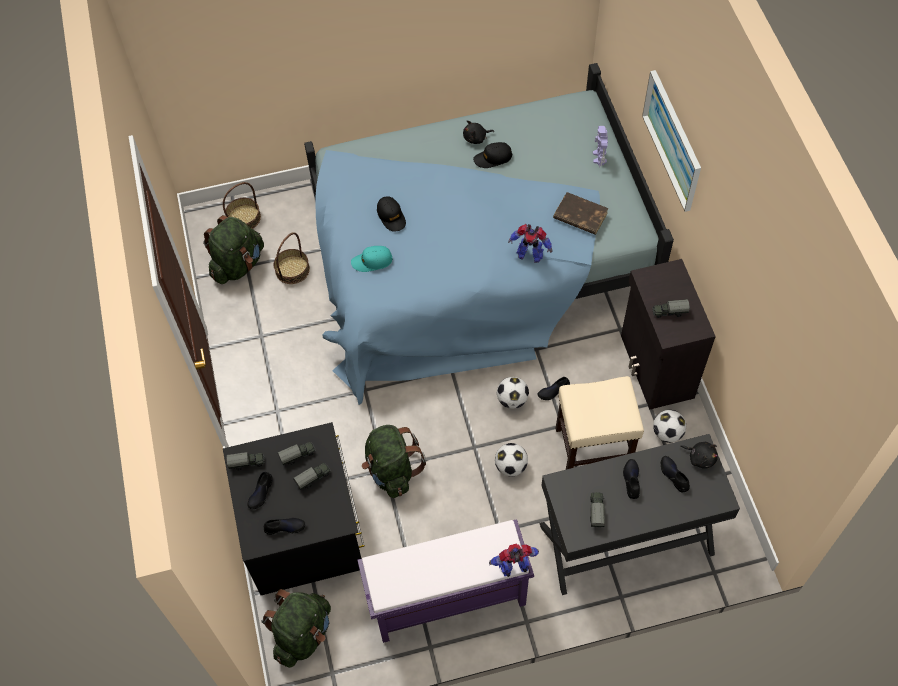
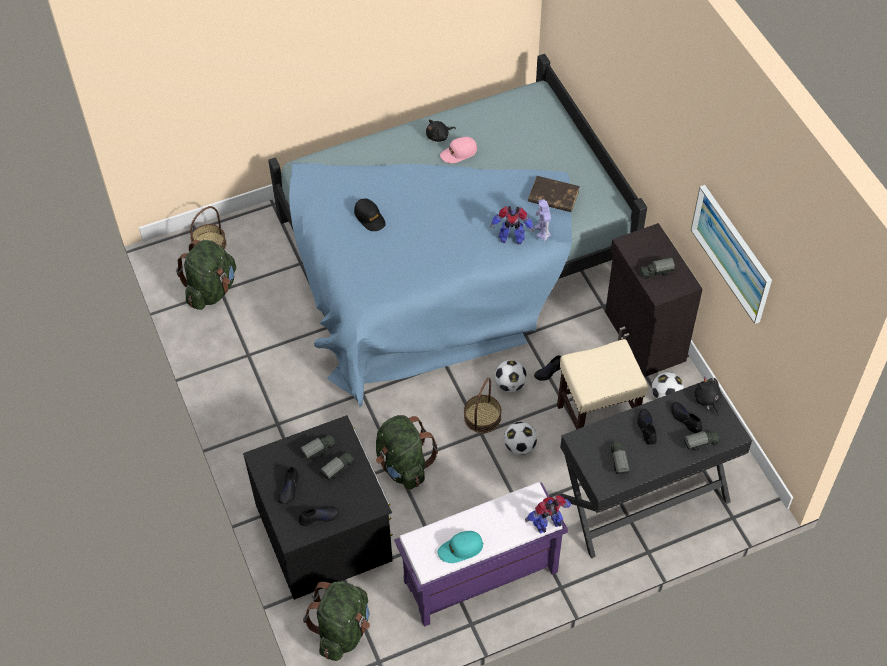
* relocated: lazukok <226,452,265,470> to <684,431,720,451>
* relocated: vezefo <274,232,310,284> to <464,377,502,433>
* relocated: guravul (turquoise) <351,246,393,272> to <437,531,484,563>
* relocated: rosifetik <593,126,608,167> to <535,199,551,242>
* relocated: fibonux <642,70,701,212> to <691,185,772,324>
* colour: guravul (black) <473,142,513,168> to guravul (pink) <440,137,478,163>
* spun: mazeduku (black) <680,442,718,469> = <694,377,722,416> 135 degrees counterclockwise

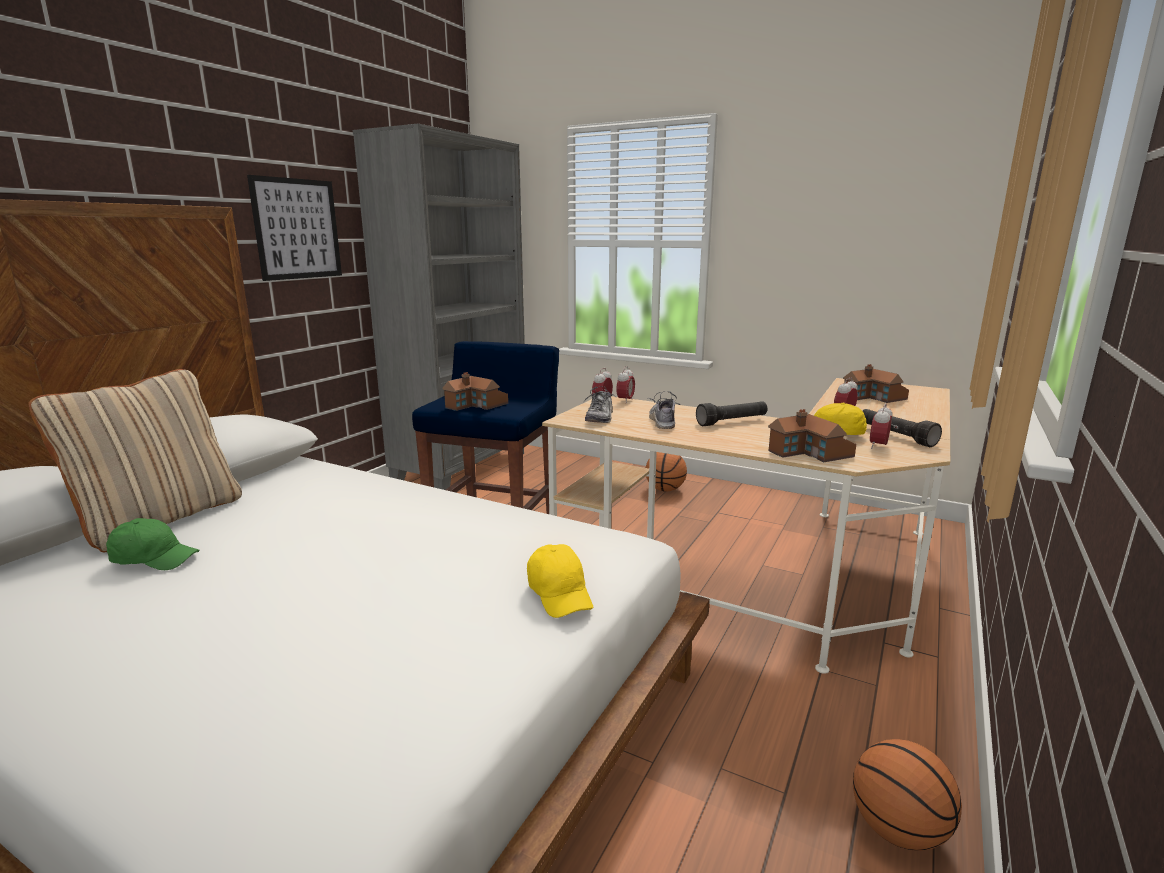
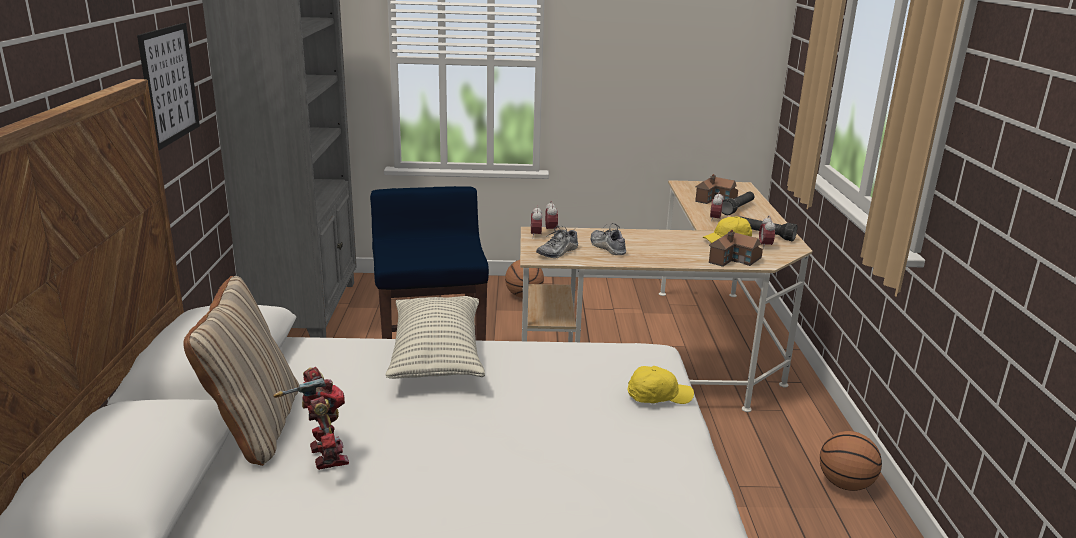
* missing: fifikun <442,372,508,411>
* appeared: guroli <385,296,485,379>
* relocated: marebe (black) <696,401,767,426> to <722,192,754,215>
* exchanged: guravul (green) <106,518,200,570> to rosifetik <273,367,349,470>
* spun: guravul (yellow) <527,544,593,618> = <627,366,694,404> 45 degrees counterclockwise
* spun: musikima <583,386,616,423> = <536,226,578,258> 60 degrees clockwise

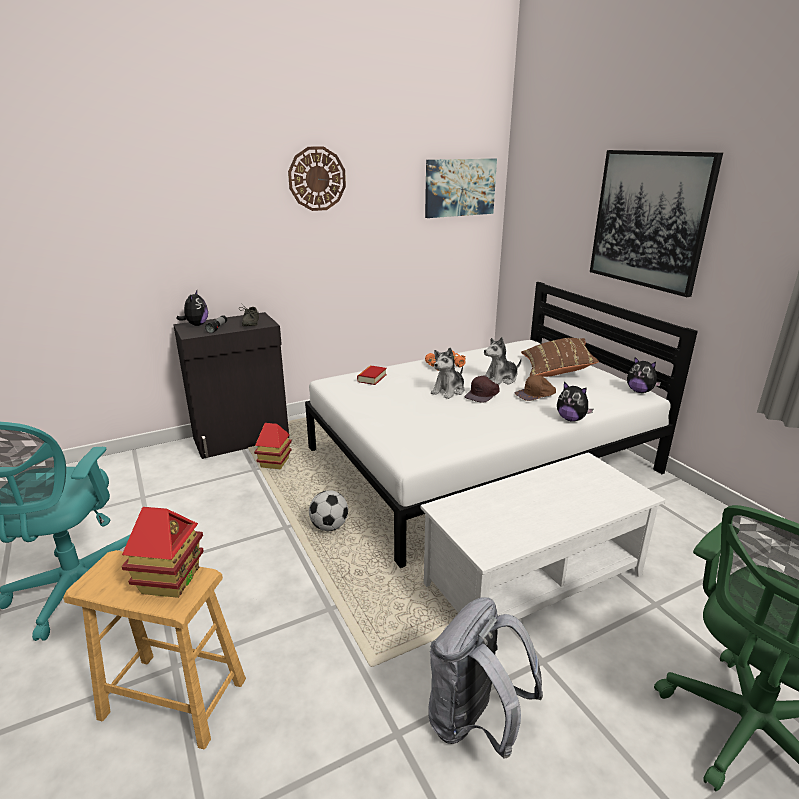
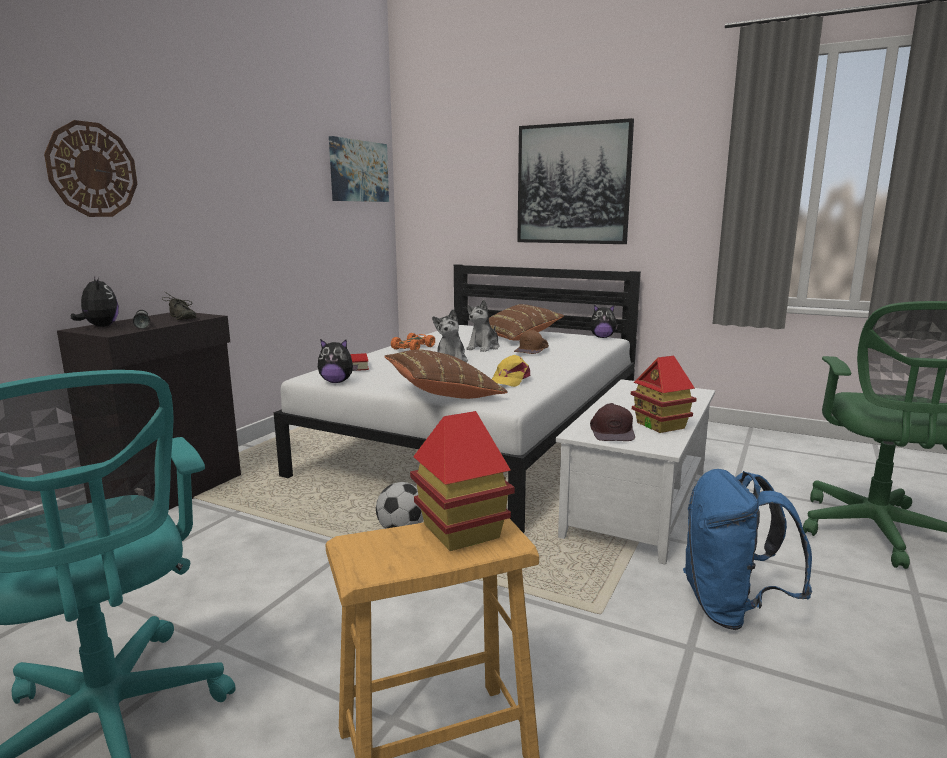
* appeared: guroli (brown) <384,350,508,399>
* appeared: guravul (yellow) <492,355,530,387>
* relocated: fifikun <254,423,292,469> to <631,356,697,433>
* relocated: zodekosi <288,147,346,211> to <44,120,137,217>
* relocated: guravul (brown) <465,375,500,403> to <590,403,635,441>
* relocated: mazeduku <557,382,593,422> to <318,339,358,383>
* colour: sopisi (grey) <428,597,543,758> to sopisi (blue) <683,469,812,630>

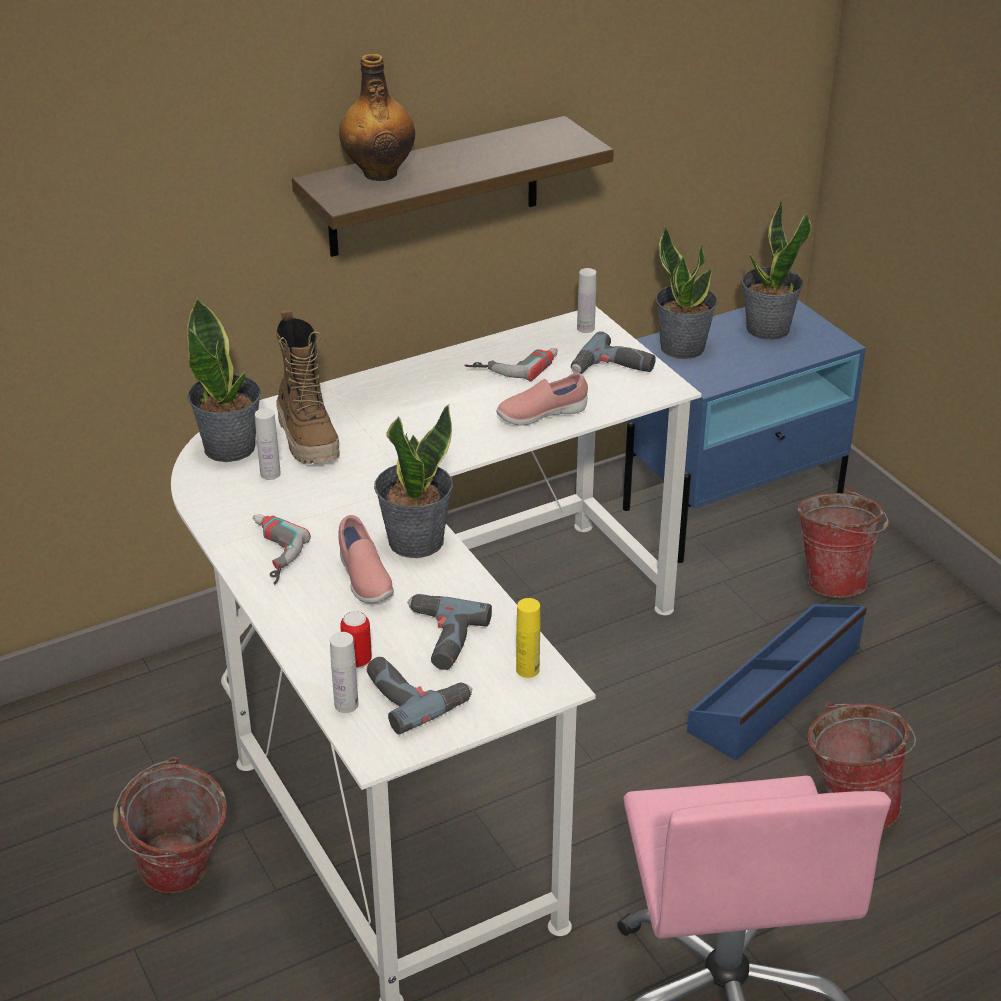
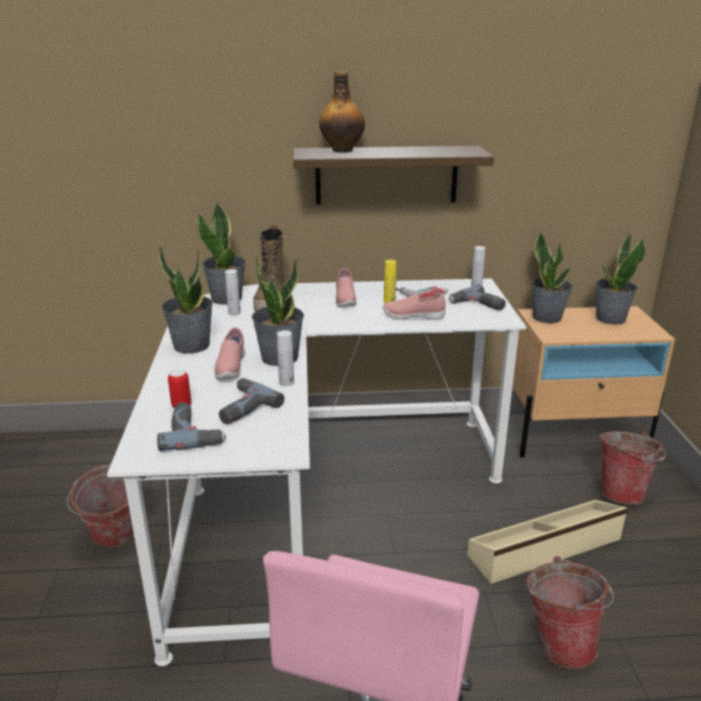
* appeared: musikima (pink) <336,268,356,307>
* relocated: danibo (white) <330,632,358,713> to <277,330,294,386>
* relocated: danibo (yellow) <516,598,540,678> to <384,260,396,303>
* exchanged: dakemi <253,514,311,585> to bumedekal <159,245,213,354>
* colour: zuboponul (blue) <623,300,866,563> to zuboponul (beige) <513,306,675,457>
* colour: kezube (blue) <687,604,867,761> to kezube (beige) <467,500,628,584>

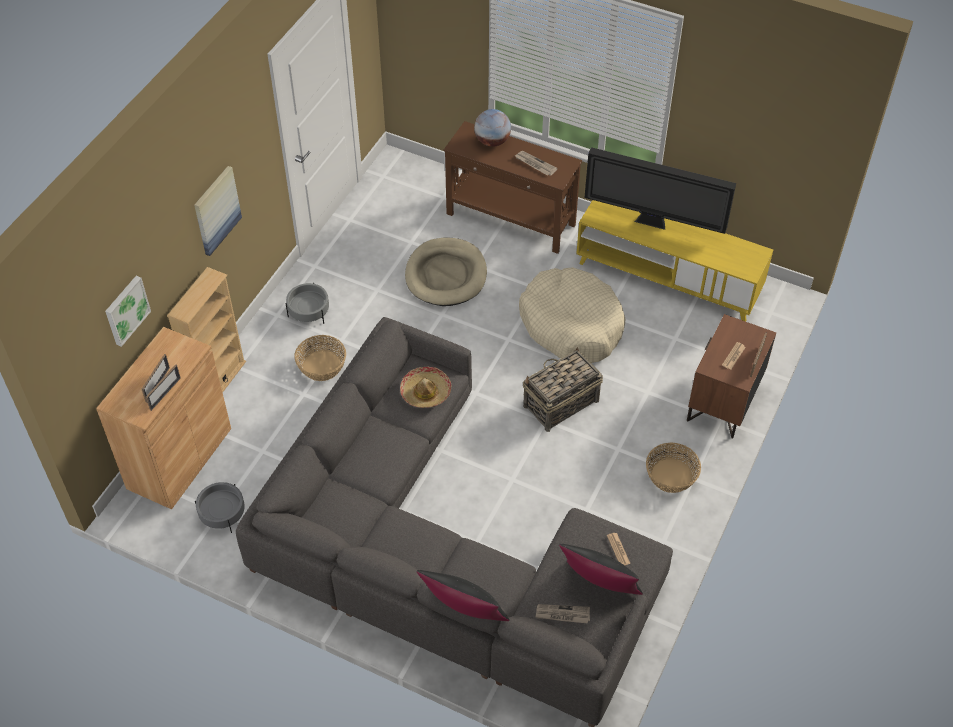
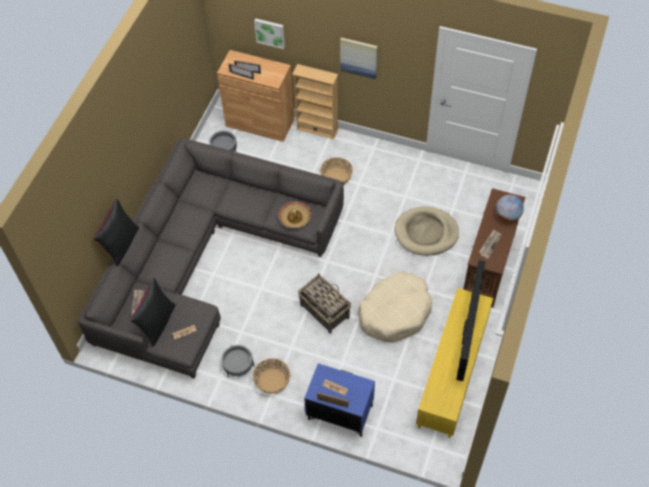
* relocated: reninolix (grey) <286,283,329,324> to <221,345,254,377>
* colour: zuboponul (brown) <687,314,776,438> to zuboponul (blue) <304,363,375,437>

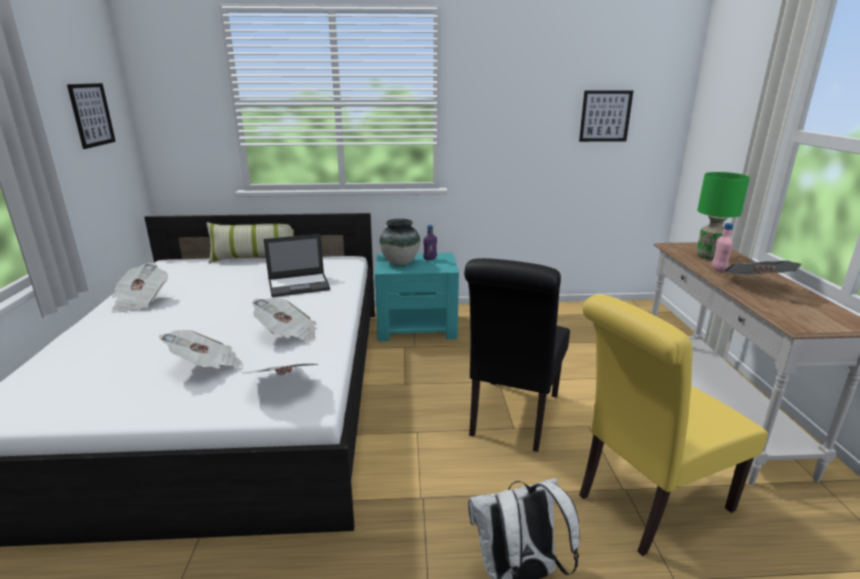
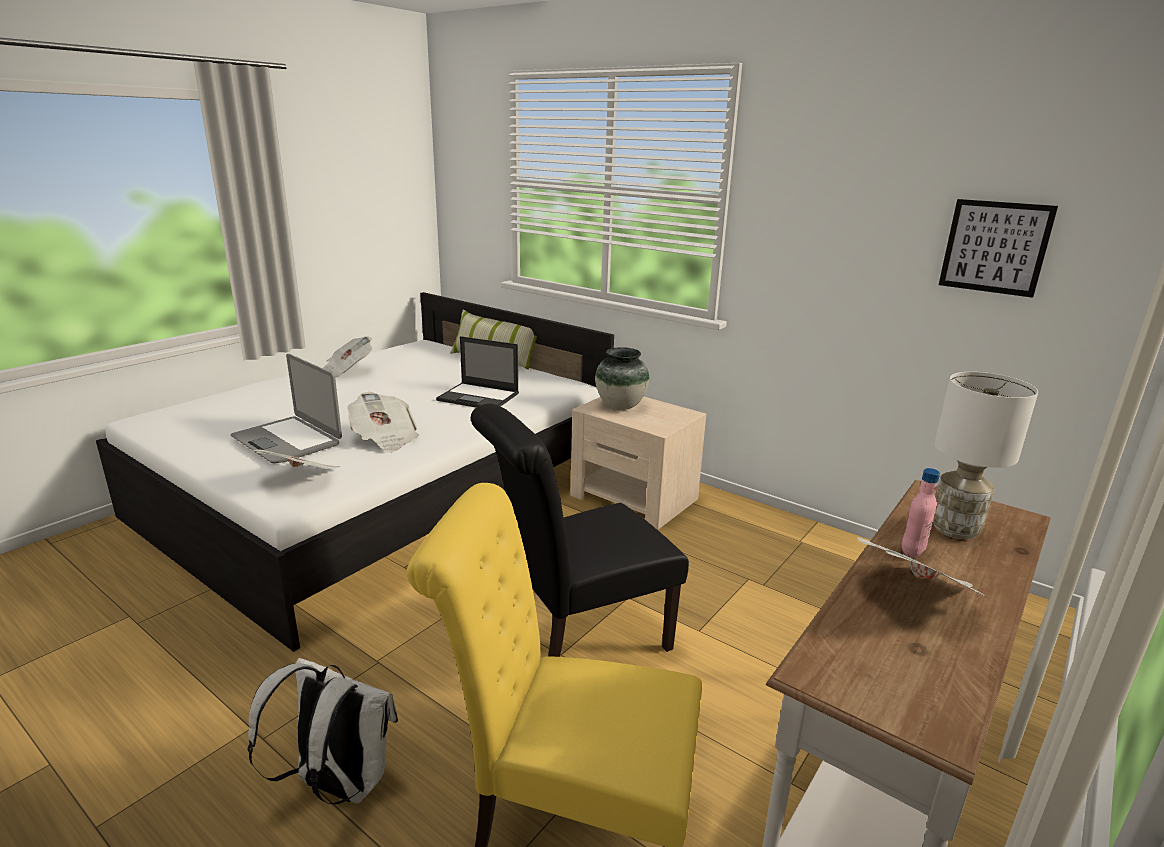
* missing: fibonux <67,83,116,149>
* missing: danibo (purple) <423,225,437,260>
* exchanged: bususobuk <159,330,243,369> to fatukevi <230,354,342,463>
* colour: zuboponul (turquoise) <375,253,459,341> to zuboponul (beige) <570,396,706,530>
* colour: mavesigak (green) <697,172,750,260> to mavesigak (white) <933,372,1038,539>

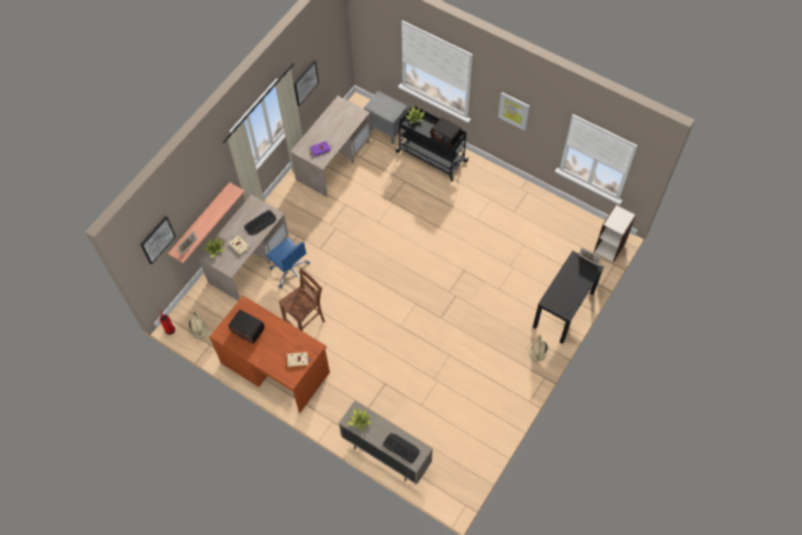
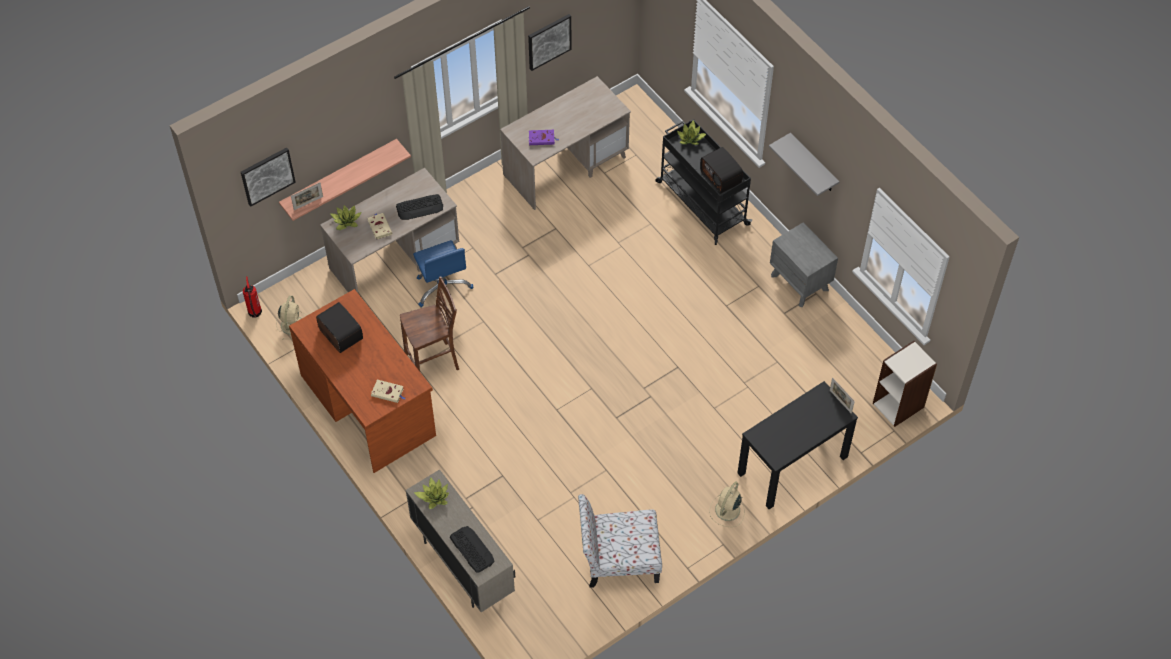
* appeared: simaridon <578,494,662,588>
* relocated: zuboponul (grey) <364,91,408,144> to <770,222,838,307>
* exchanged: fibonux <498,92,530,131> to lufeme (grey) <769,133,840,196>

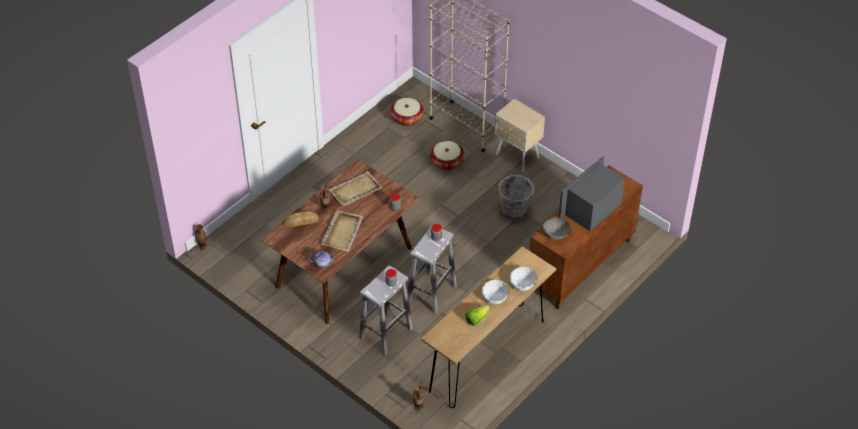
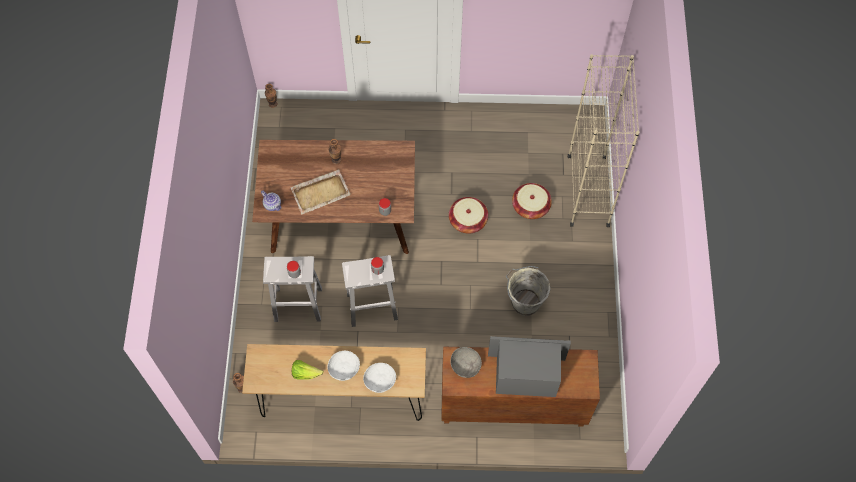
* missing: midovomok <284,211,319,227>
* missing: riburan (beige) <329,171,383,207>
* missing: zuboponul (beige) <495,99,545,172>
* relocated: vezefo <390,98,424,126> to <449,197,488,234>

